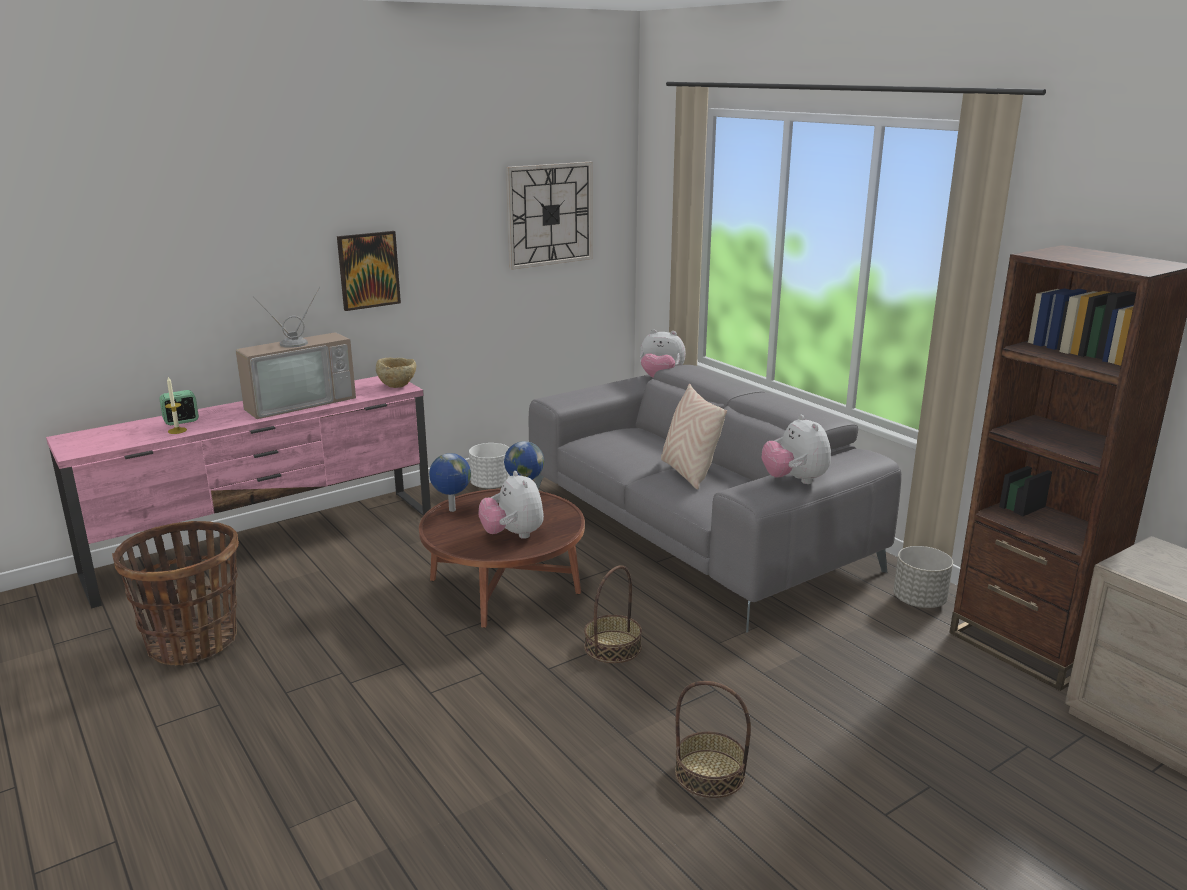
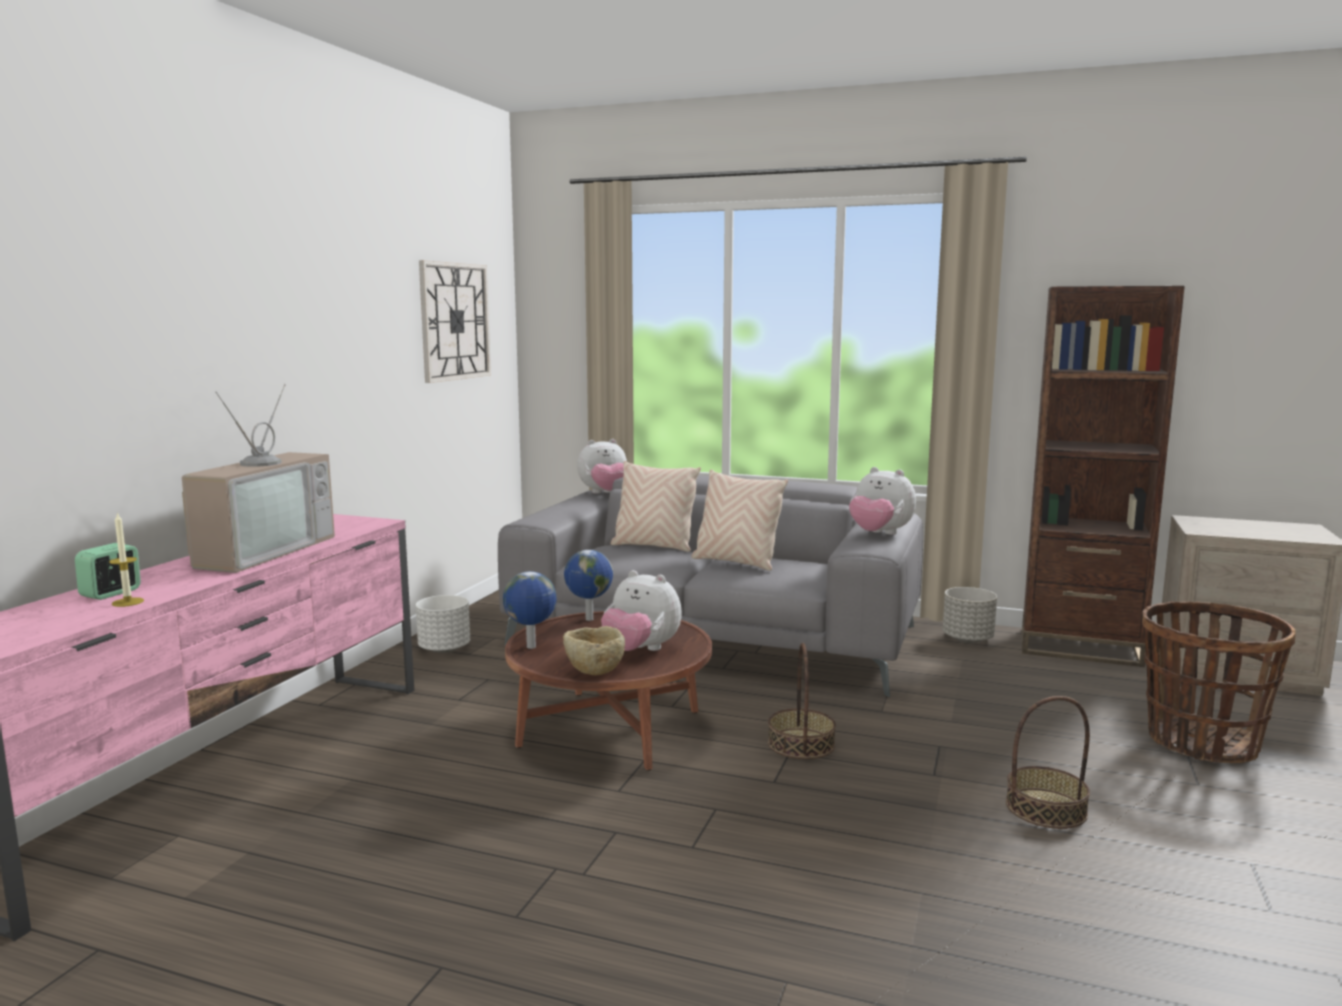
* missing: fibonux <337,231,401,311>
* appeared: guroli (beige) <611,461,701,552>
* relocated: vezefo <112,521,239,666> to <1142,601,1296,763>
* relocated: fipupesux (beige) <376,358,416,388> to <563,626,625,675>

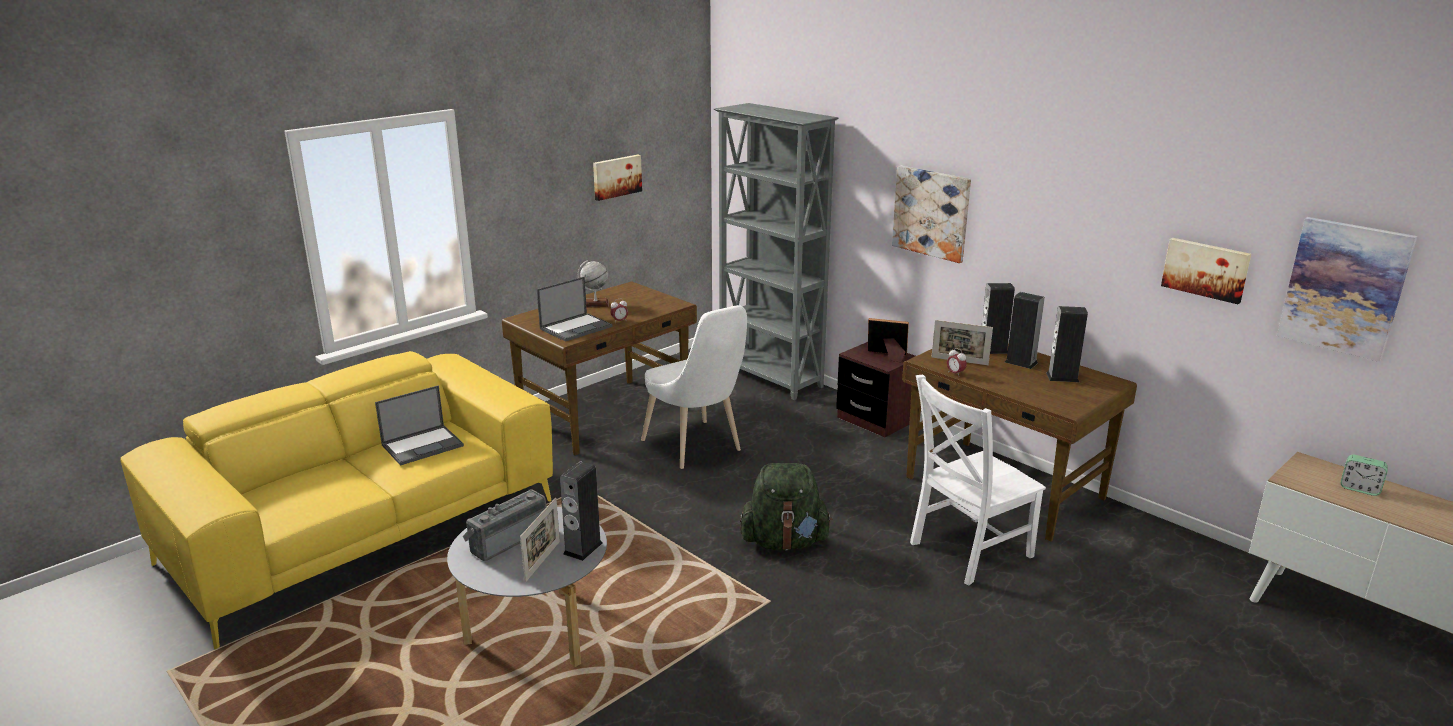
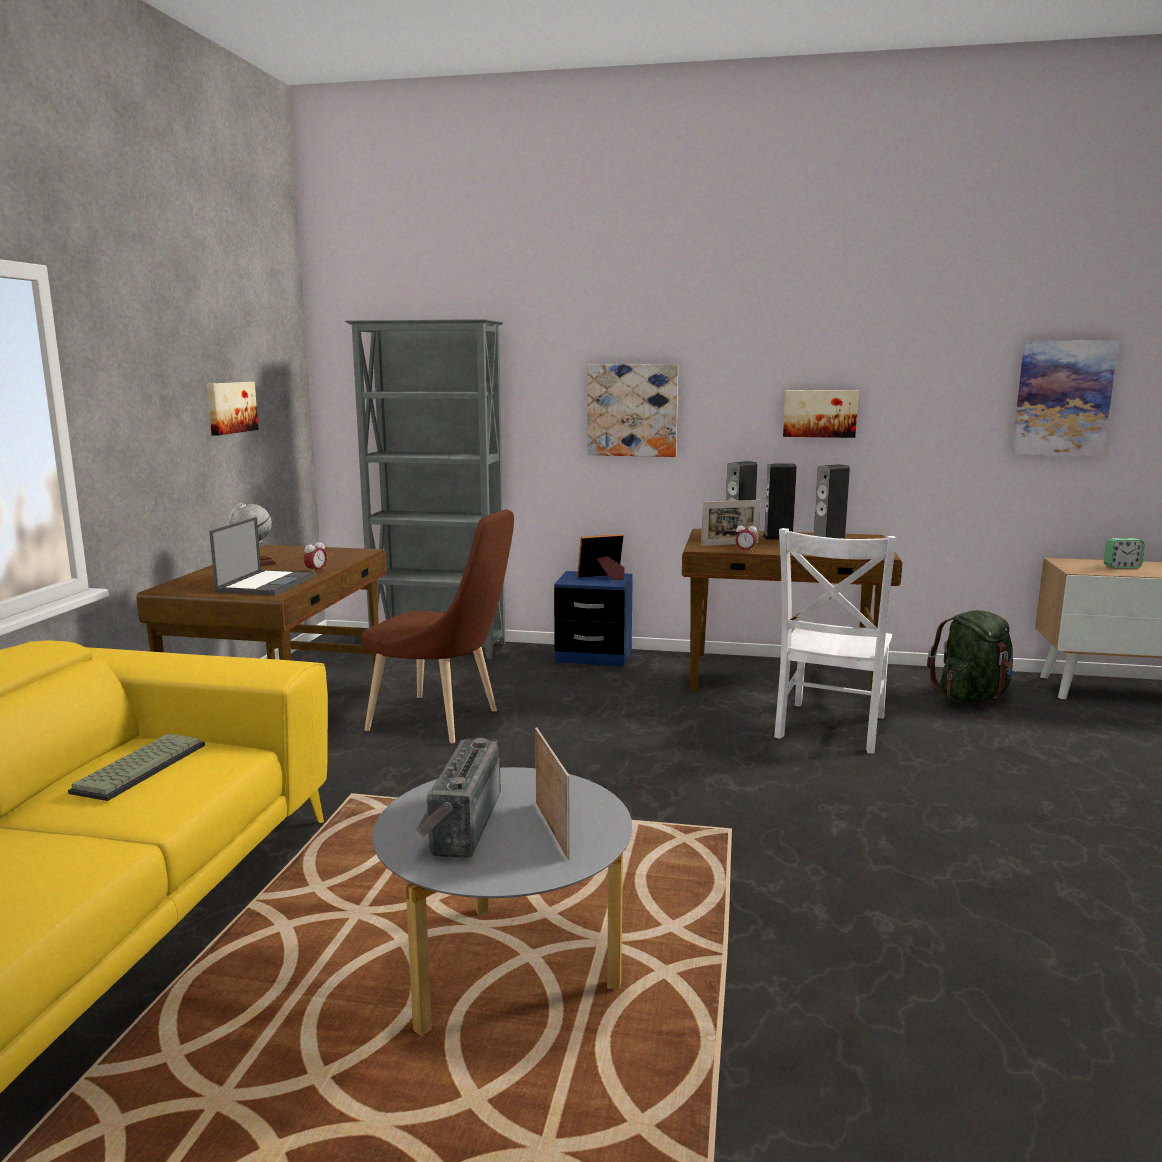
* missing: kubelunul <560,461,603,561>
* relocated: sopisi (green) <740,463,832,551> to <927,610,1013,702>
* relocated: fibonux <1161,238,1251,304> to <783,390,859,438>
* exchanged: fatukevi <375,385,464,466> to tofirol <68,734,205,801>
* colour: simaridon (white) <641,305,747,469> to simaridon (brown) <362,510,514,744>
* colour: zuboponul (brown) <836,342,915,437> to zuboponul (blue) <554,571,633,667>

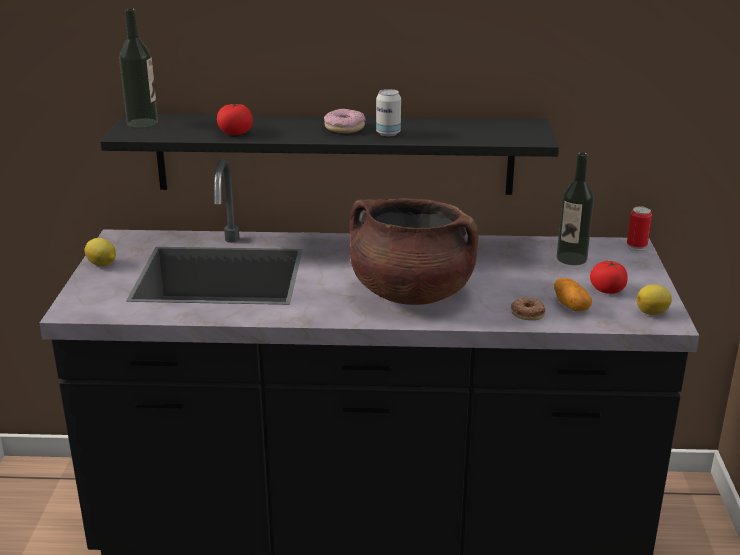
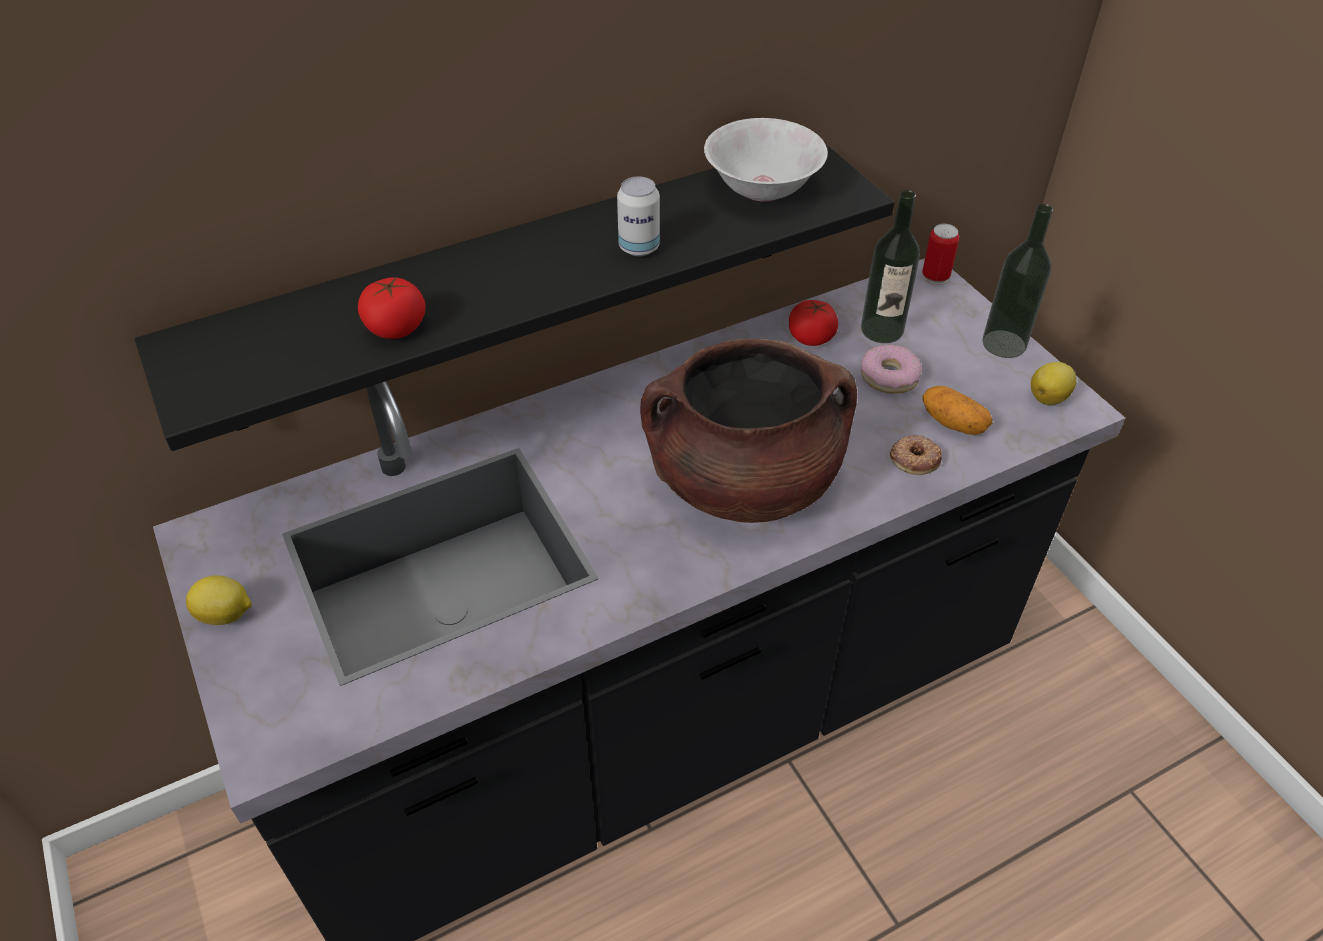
* appeared: fipupesux (white) <704,118,828,202>
* relocated: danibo <119,9,158,128> to <983,204,1053,358>
* relocated: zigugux <324,109,365,133> to <861,345,922,394>
* relocated: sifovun <590,261,628,294> to <789,300,838,346>

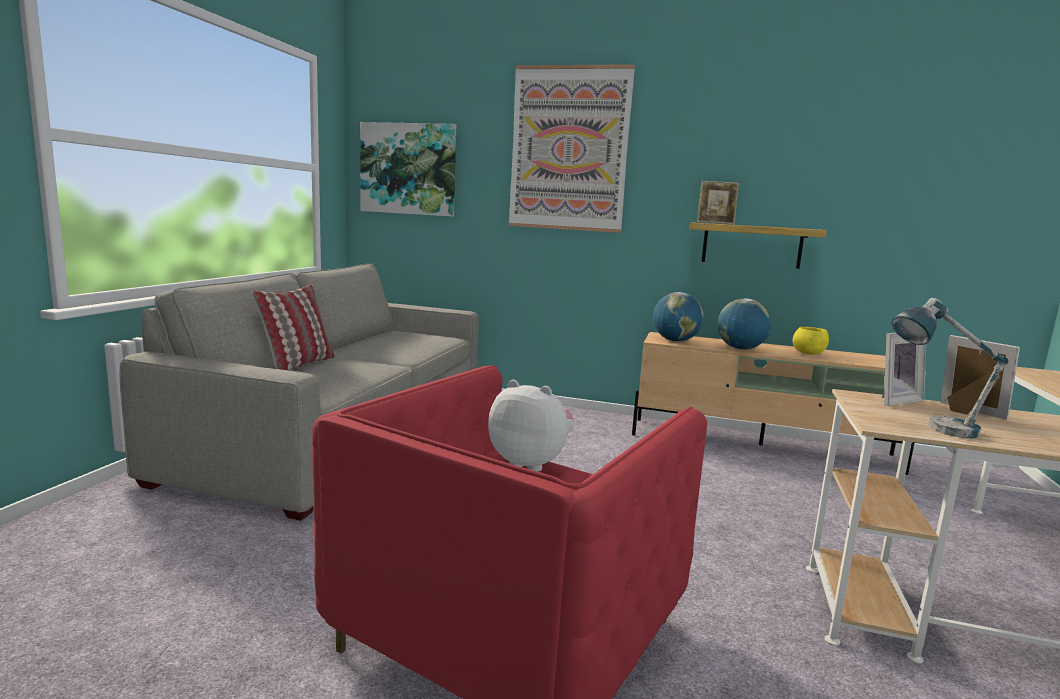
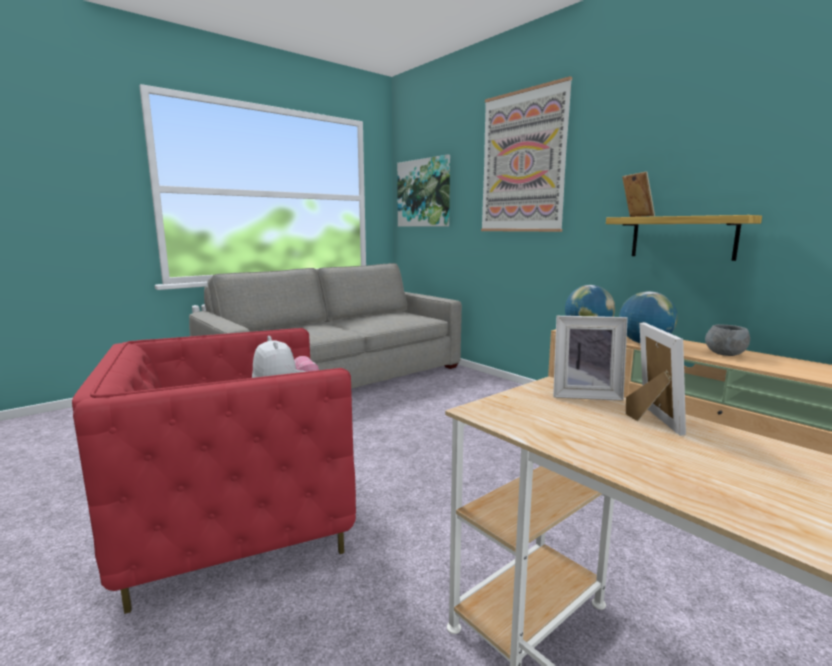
* missing: guroli <252,285,334,370>
* missing: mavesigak <892,298,1009,438>
* colour: fipupesux (yellow) <793,327,829,354> to fipupesux (grey) <705,324,750,356>
* spun: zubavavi <697,181,739,225> = <622,171,655,217> 150 degrees counterclockwise

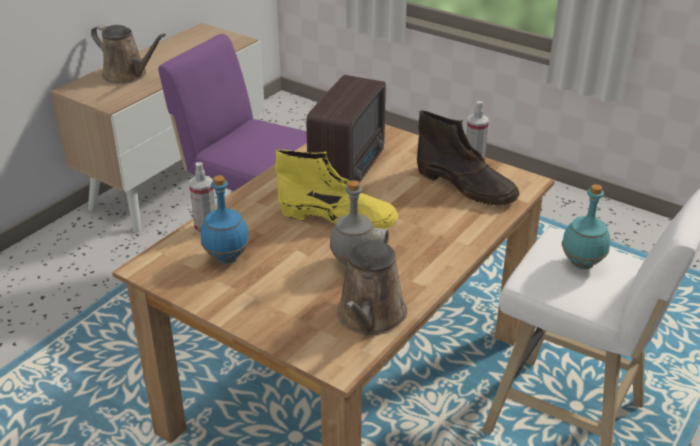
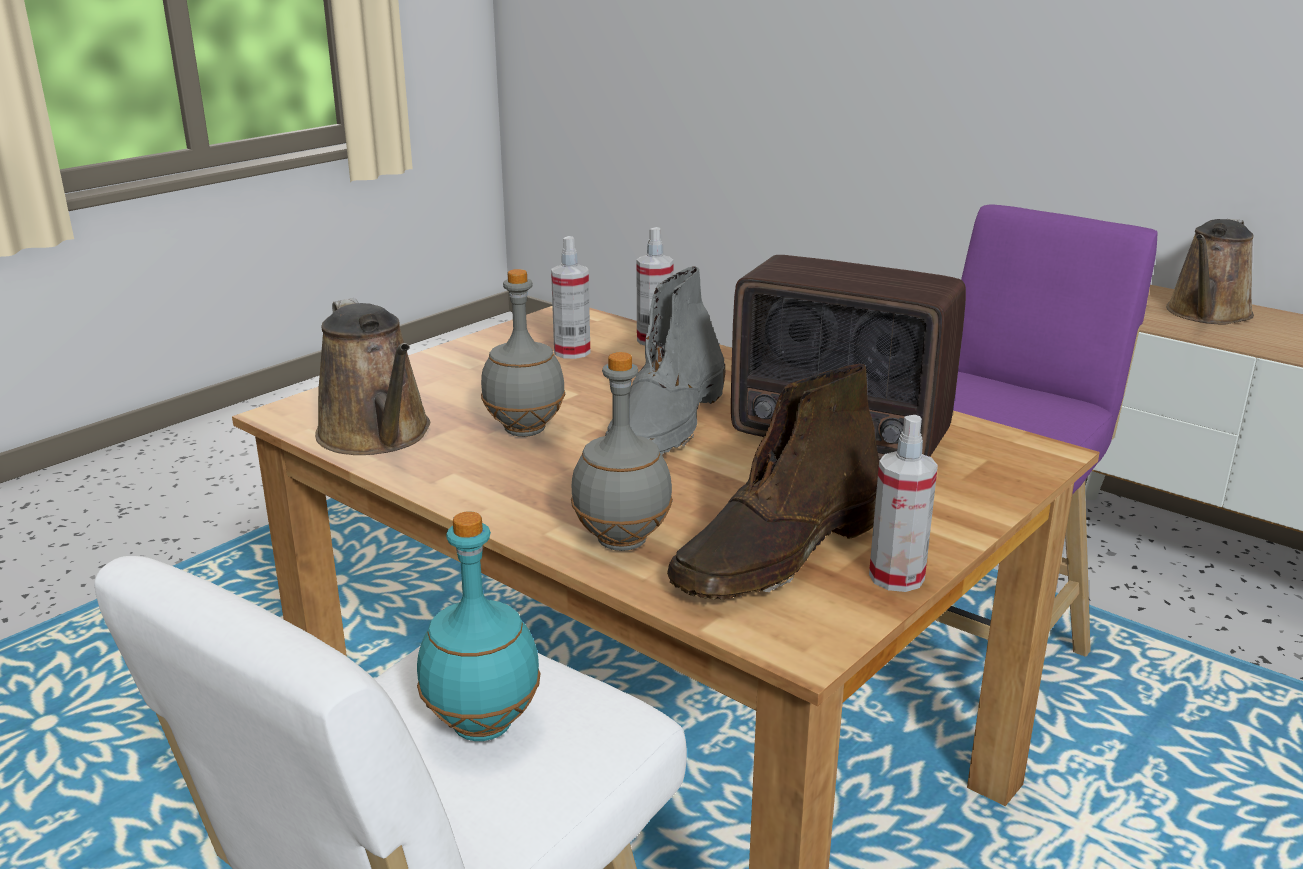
* appeared: danibo (grey) <571,352,673,551>
* exchanged: danibo (blue) <201,175,249,264> to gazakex <551,236,590,359>
* colour: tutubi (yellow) <276,150,398,229> to tutubi (grey) <605,266,725,455>
* spun: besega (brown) <337,228,407,335> = <315,298,430,455> 135 degrees counterclockwise

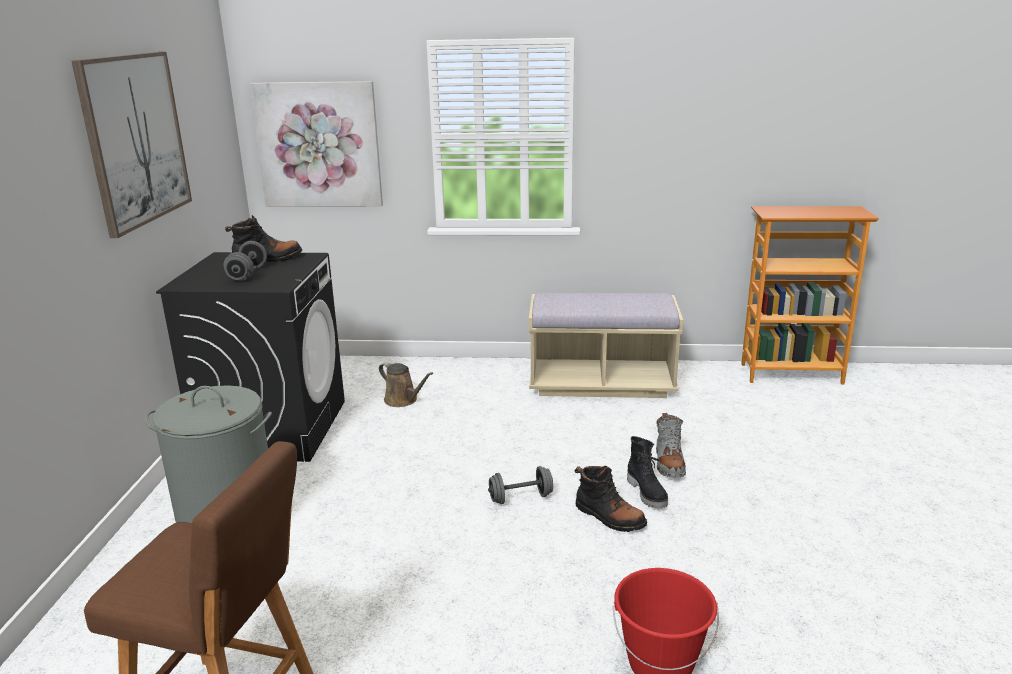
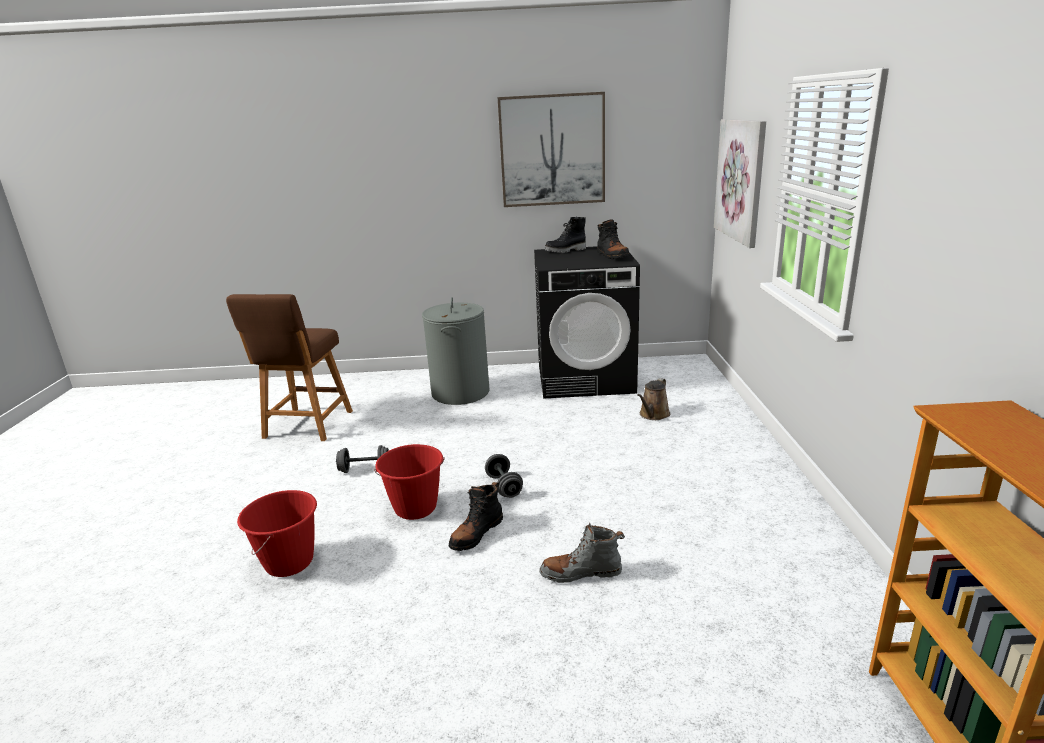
* missing: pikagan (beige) <529,293,683,398>
* appeared: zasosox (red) <374,444,445,520>
* relocated: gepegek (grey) <224,241,267,281> to <336,445,389,473>
* relocated: tutubi (black) <627,436,668,509> to <544,216,586,253>

